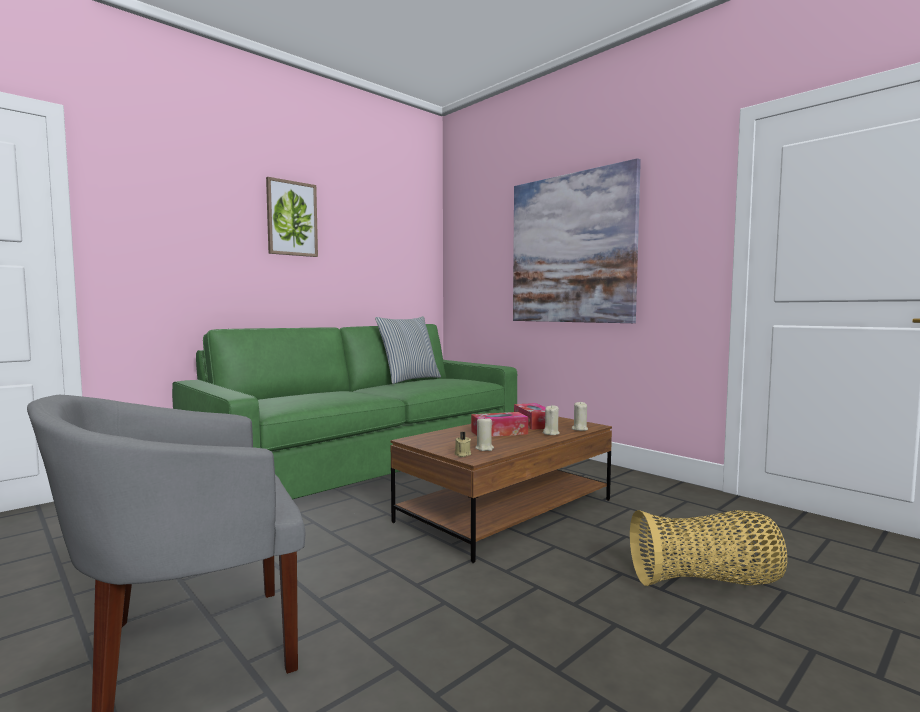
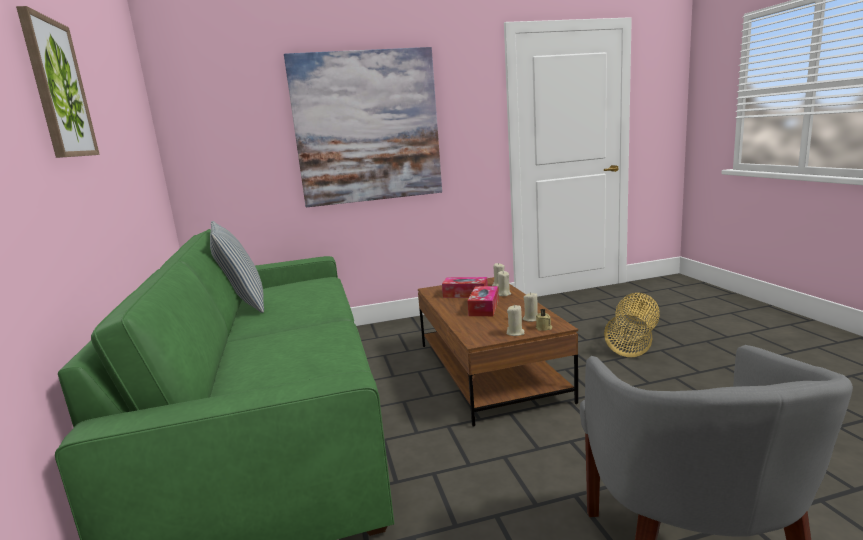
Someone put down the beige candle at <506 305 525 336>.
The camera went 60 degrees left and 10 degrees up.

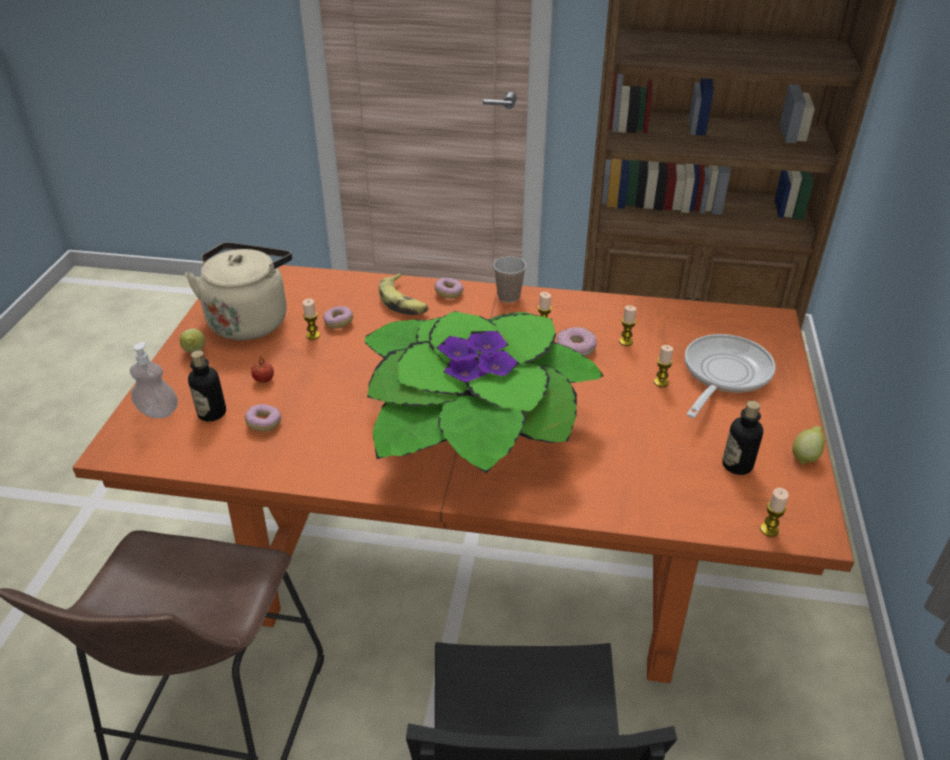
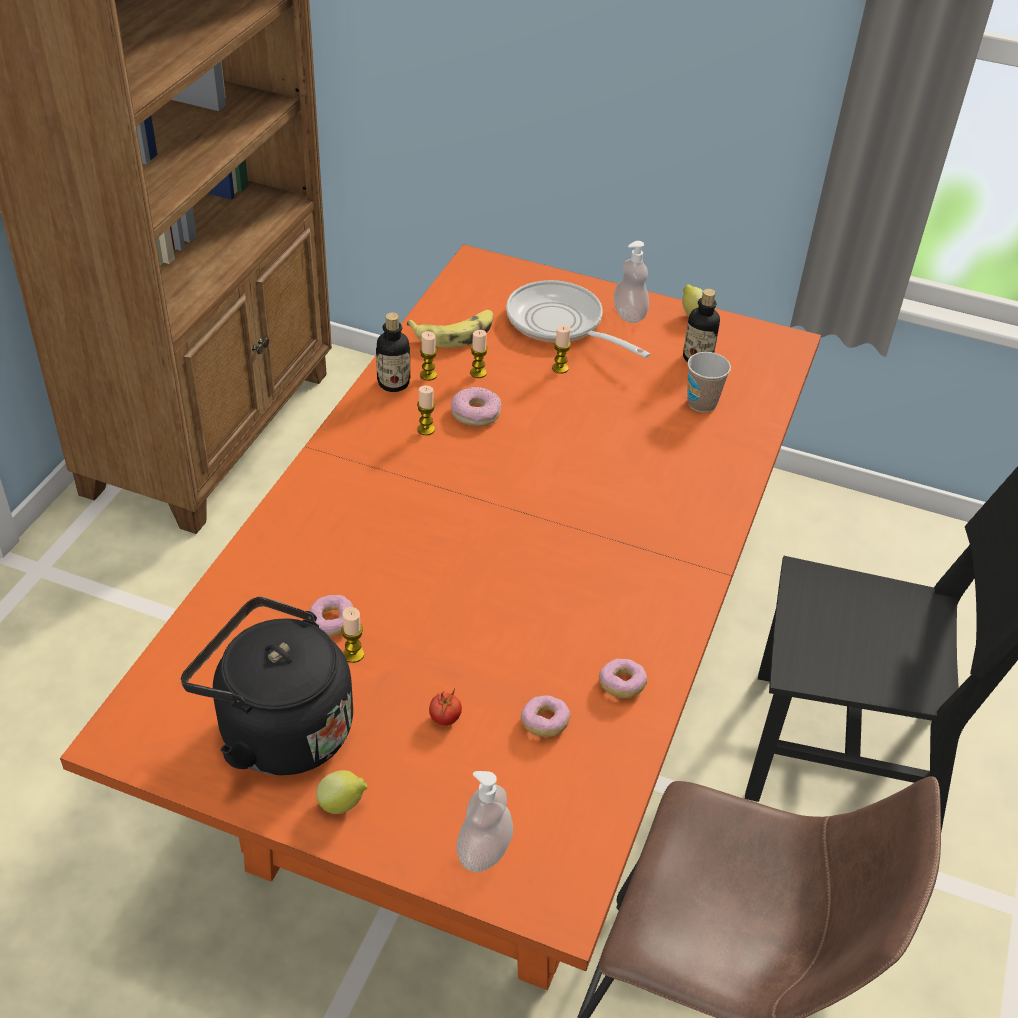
Someone took away the potted plant at <365 311 604 473>.
Someone put down the soap dispenser at <614 241 649 323>.
Someone carried the bottle from <188 350 226 421> to <376 313 410 392>.
Someone carried the banana from <379 273 429 315> to <407 310 494 348>.
Someone carried the donut from <434 278 463 299> to <599 659 647 698>.
Someone carried the cup from <493 256 526 303> to <687 352 731 413>.
Someone carried the candle from <760 488 789 537> to <420 331 437 381>.
Someone repainted the beige kettle at <185 242 292 340>, which became the black kettle at <181 597 353 775>.
The camera went 80 degrees left and 5 degrees up.

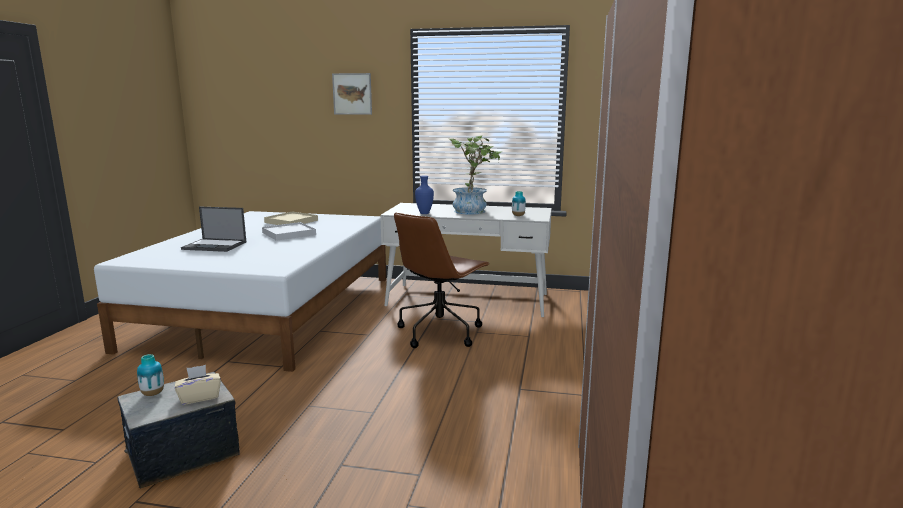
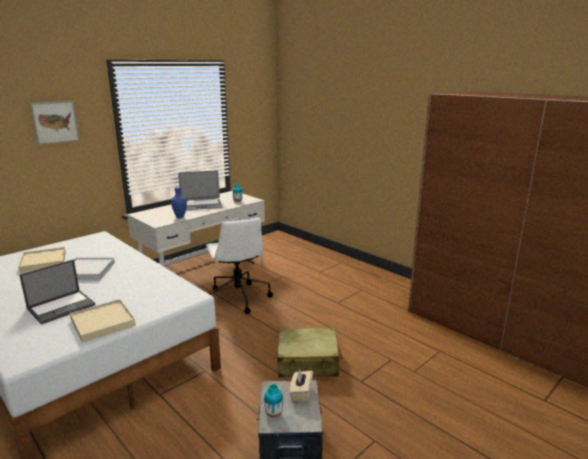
Someone put down the beige tray at <70 299 136 343>.
Someone put down the beige suitcase at <277 327 343 378>.
Someone swapped the potted plant at <449 135 503 215> for the laptop at <178 170 222 210>.
Someone repainted the brown office chair at <394 213 490 348>, which became the white office chair at <206 217 273 314>.
The camera went 55 degrees left and 5 degrees up.

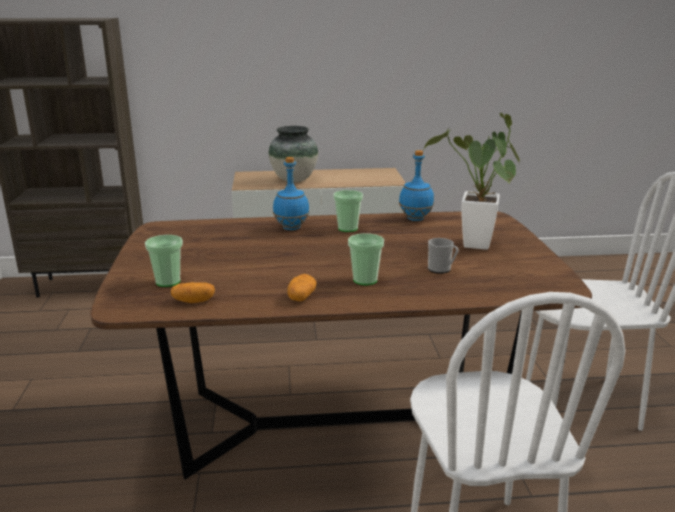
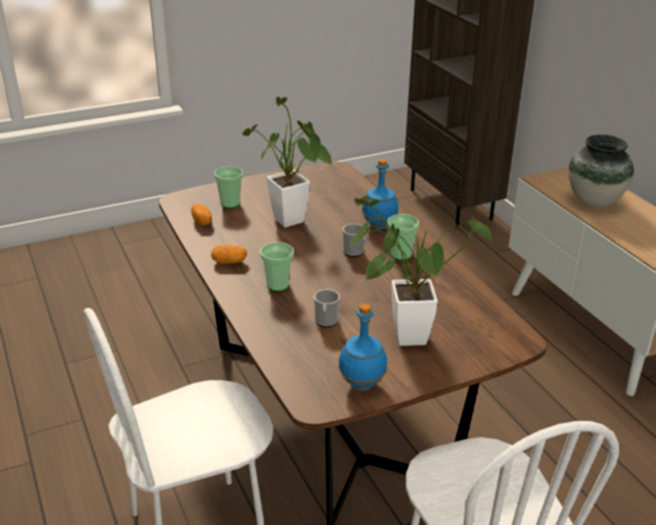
Someone put down the potted plant at <242 97 332 227>.
Someone put down the mug at <342 224 366 257>.
Someone carried the blue bottle from <399 150 434 221> to <338 304 387 391>.
The camera went 70 degrees right and 10 degrees up.

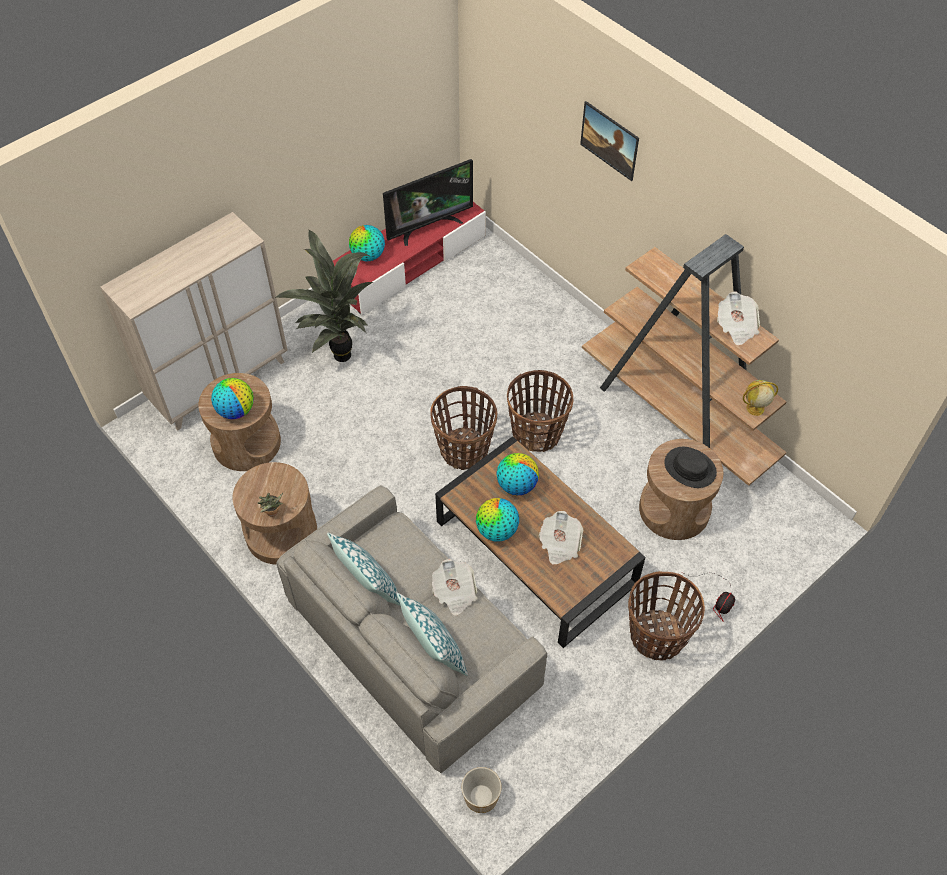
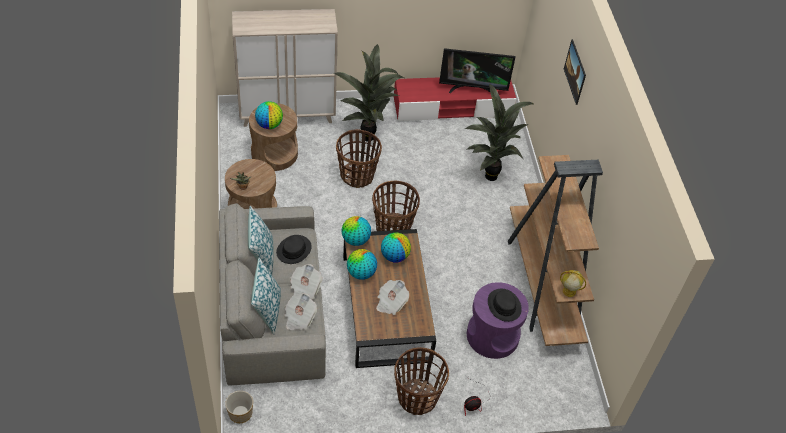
Someone put down the black hat at <276 235 312 264>.
Someone put down the potted plant at <465 84 535 181>.
Someone carried the globe from <349 225 385 261> to <342 216 371 246>.
Someone carried the basket from <507 370 574 452> to <336 129 382 188>.
Someone carried the newspaper from <717 291 760 345> to <284 293 317 330>.
Someone repainted the brown side table at <639 439 723 540>, which became the purple side table at <467 282 529 359>.
The camera went 30 degrees right and 5 degrees down.

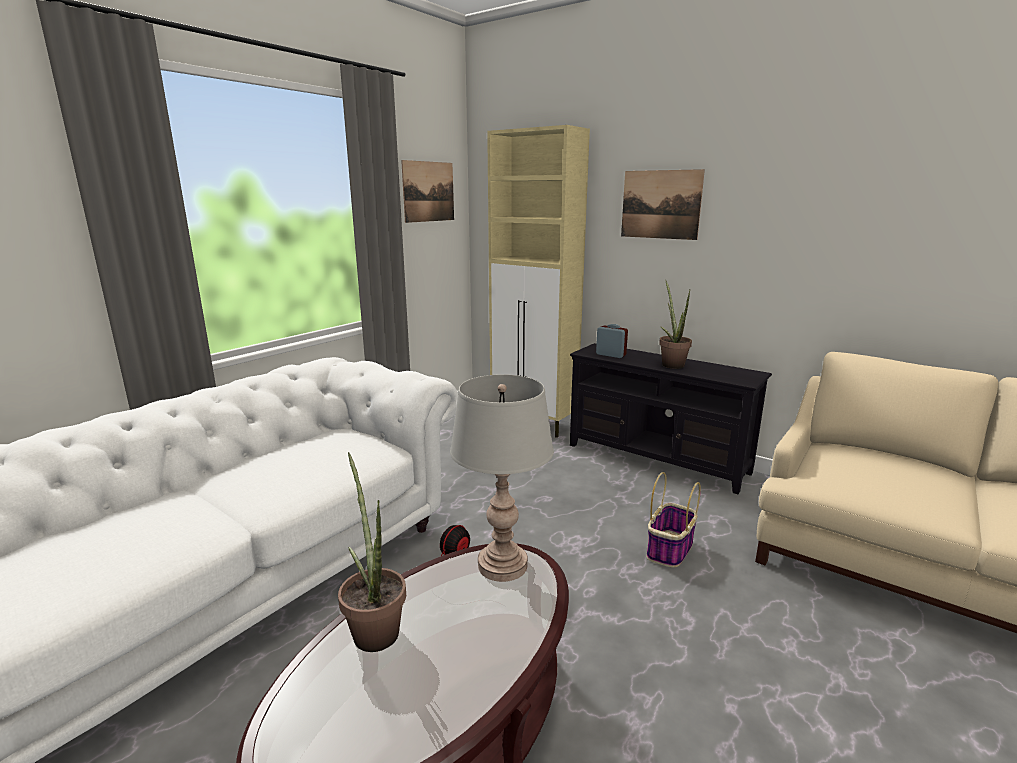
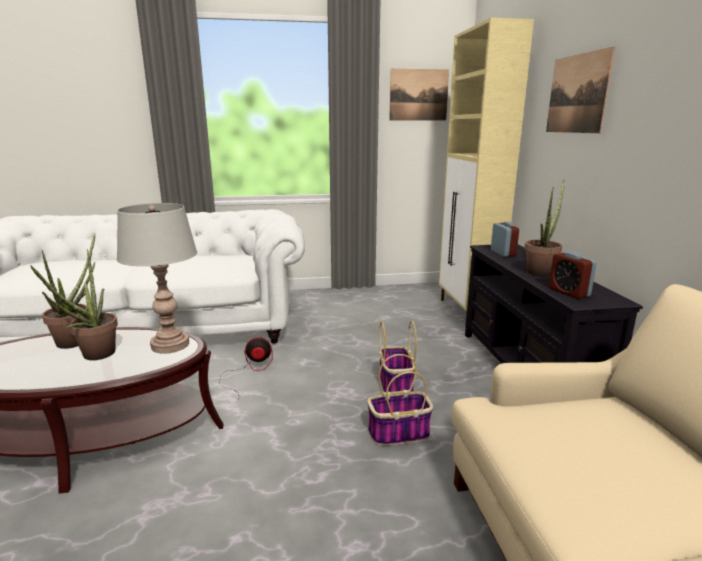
Someone put down the potted plant at <30 249 118 360>.
Someone put down the basket at <379 321 417 393>.
Someone put down the alarm clock at <549 252 597 299>.
The camera went 45 degrees right and 0 degrees up.

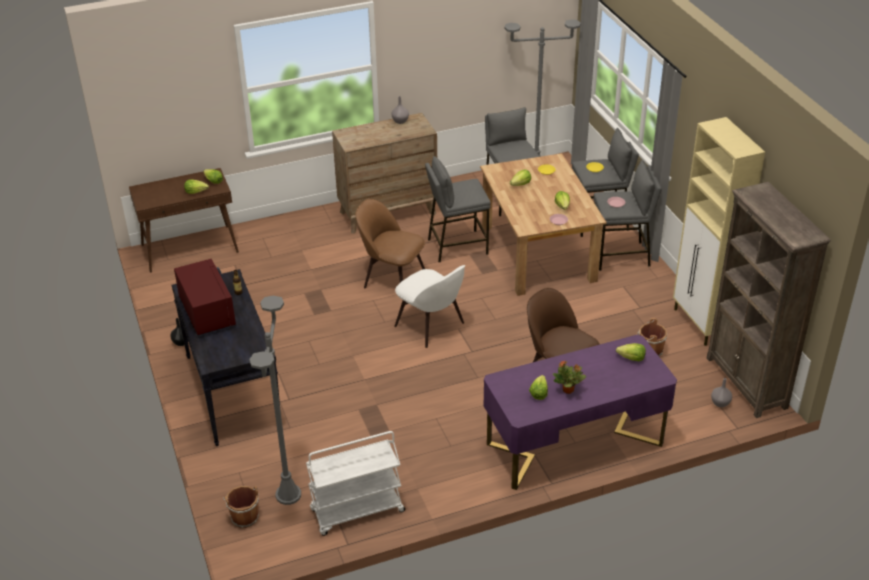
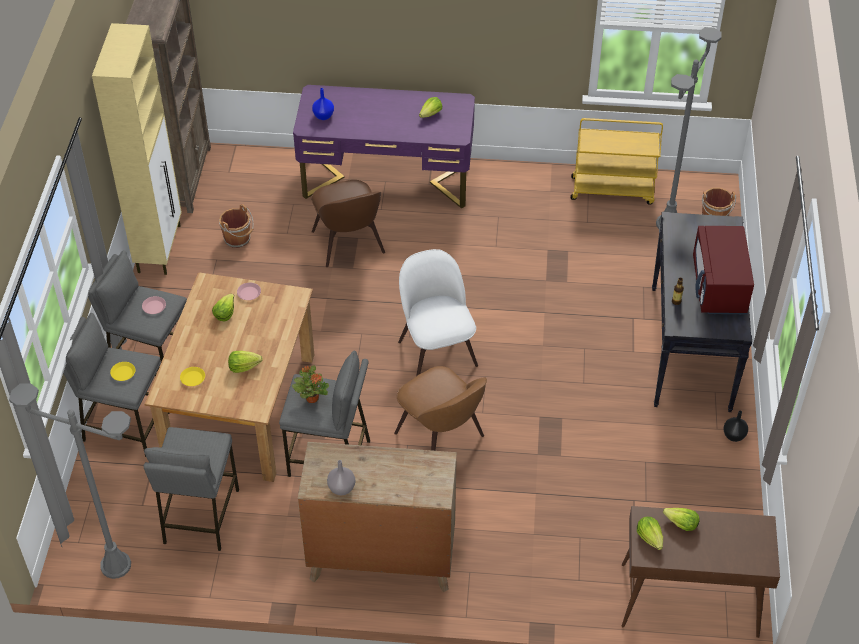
Someone took away the grey vase at <711 378 732 407>.
Someone carried the potted plant from <553 360 586 394> to <292 366 329 403>.
Someone swapped the lettuce at <616 343 646 361> for the blue vase at <312 88 334 120>.
Someone repainted the white cart at <306 431 405 536>, which became the yellow cart at <571 118 663 205>.
The camera went 155 degrees left and 10 degrees up.

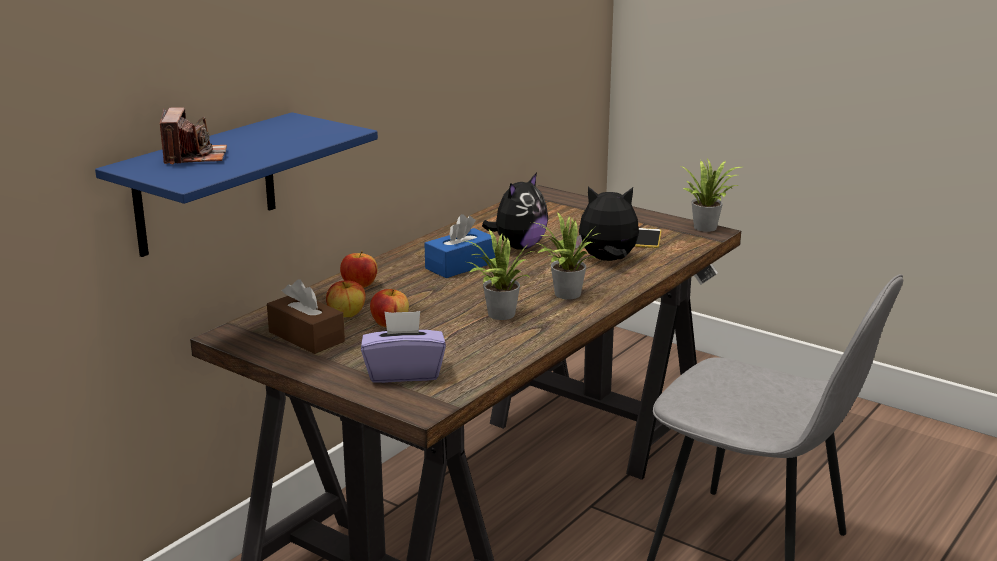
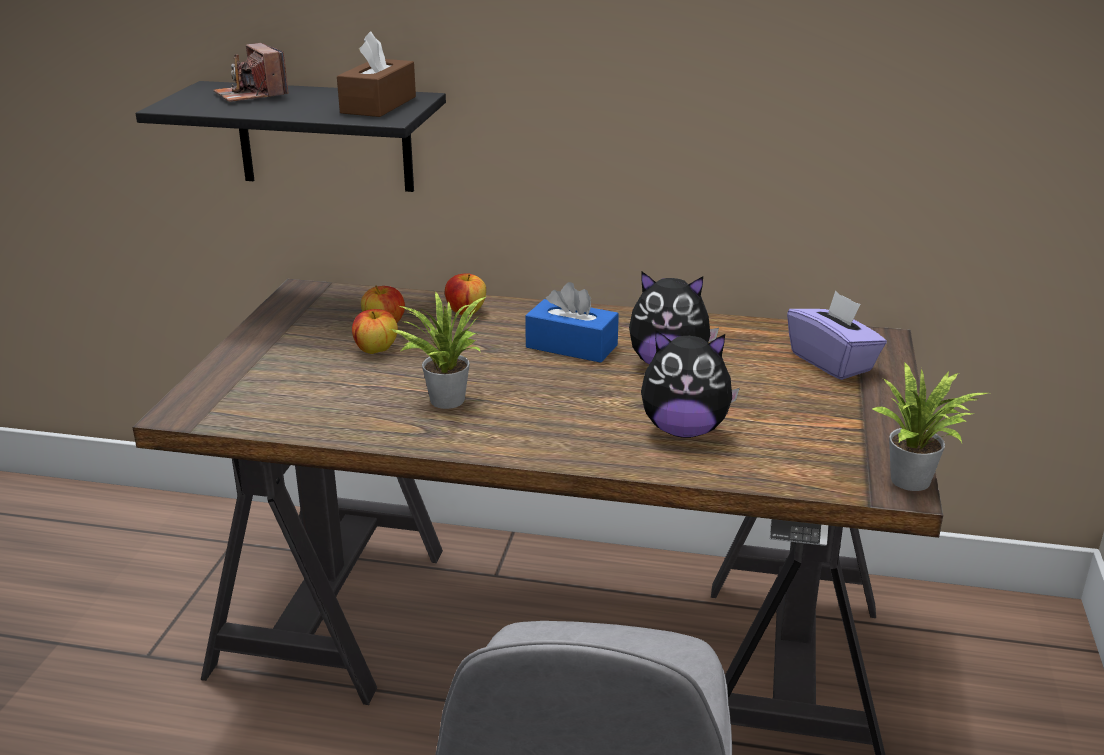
Someone took away the potted plant at <532 212 600 299>.
Someone took away the phone at <635 228 661 248>.
Someone carried the brown tissue box from <267 279 345 354> to <337 31 416 117>.
Someone carried the purple tissue box from <361 311 446 383> to <787 291 887 380>.
Someone repainted the blue shelf at <95 112 378 257>, which became the black shelf at <136 81 446 192>.
Someone rotated the photo camera at <160 108 227 164> by 90 degrees clockwise.
Someone rotated the plush toy at <575 186 639 261> by 120 degrees clockwise.
The camera went 65 degrees right and 5 degrees up.

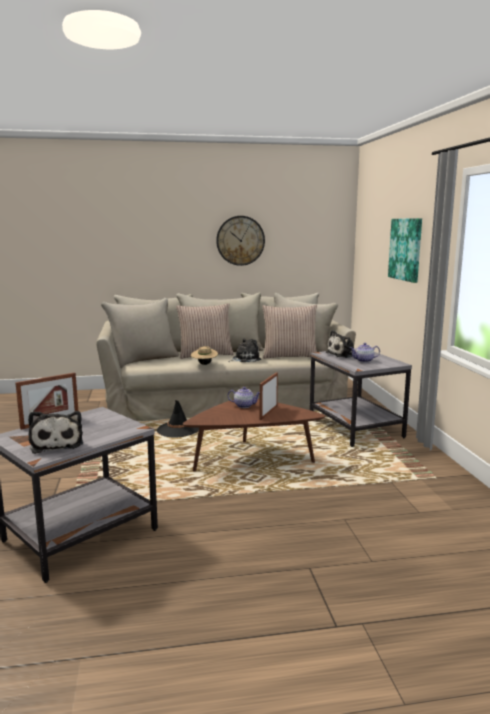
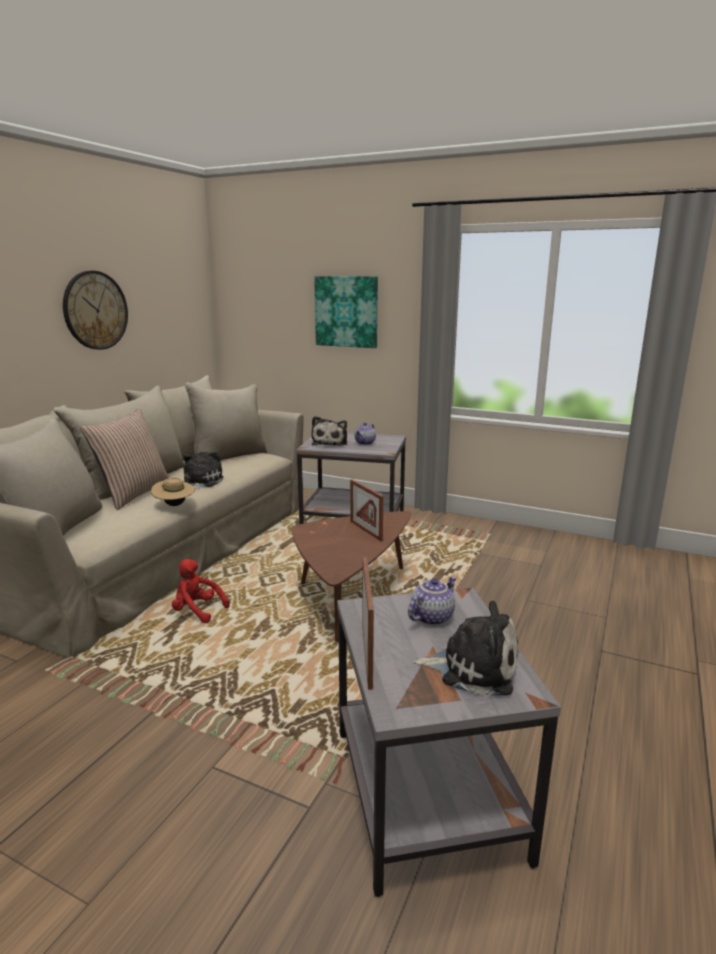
Someone took away the pillow at <262 305 317 359>.
Someone carried the teapot from <228 387 260 408> to <408 576 457 625>.
Someone swapped the black hat at <157 400 199 437> for the red plush toy at <172 559 230 623>.
The camera went 55 degrees left and 5 degrees up.

